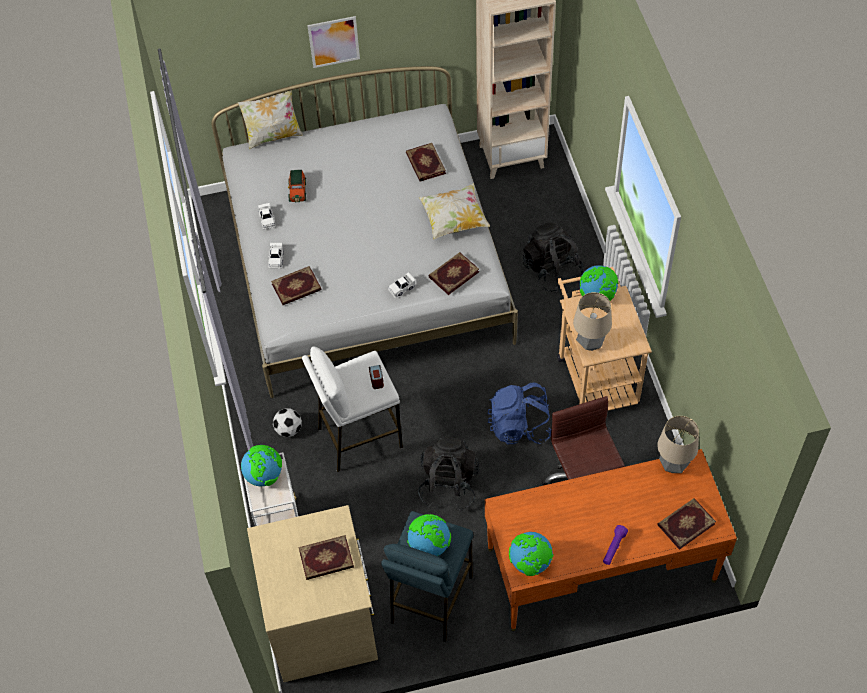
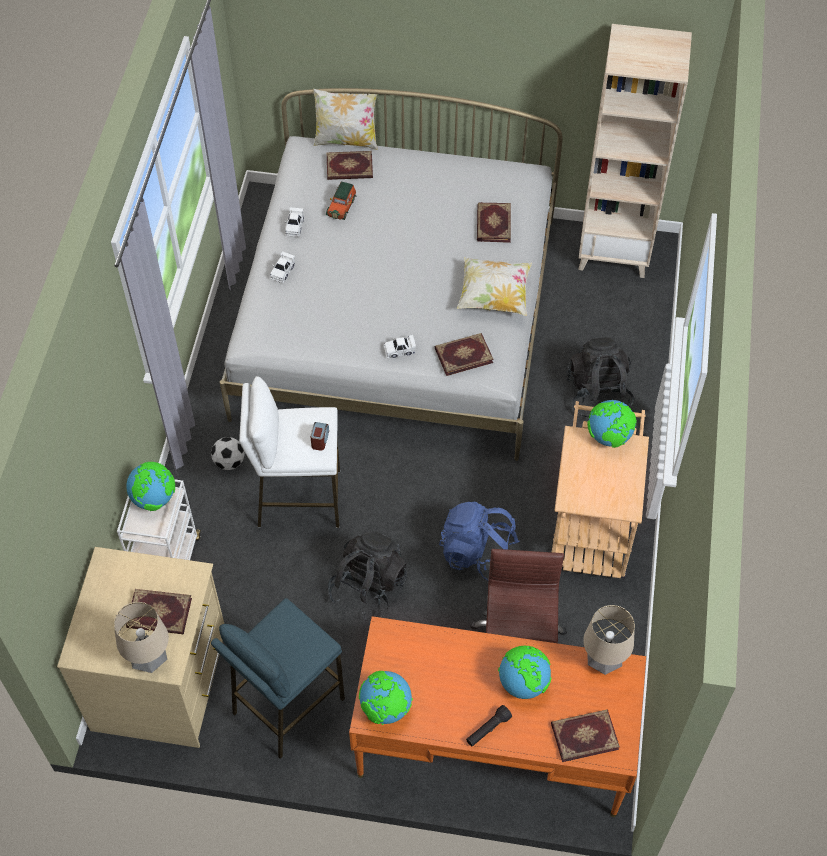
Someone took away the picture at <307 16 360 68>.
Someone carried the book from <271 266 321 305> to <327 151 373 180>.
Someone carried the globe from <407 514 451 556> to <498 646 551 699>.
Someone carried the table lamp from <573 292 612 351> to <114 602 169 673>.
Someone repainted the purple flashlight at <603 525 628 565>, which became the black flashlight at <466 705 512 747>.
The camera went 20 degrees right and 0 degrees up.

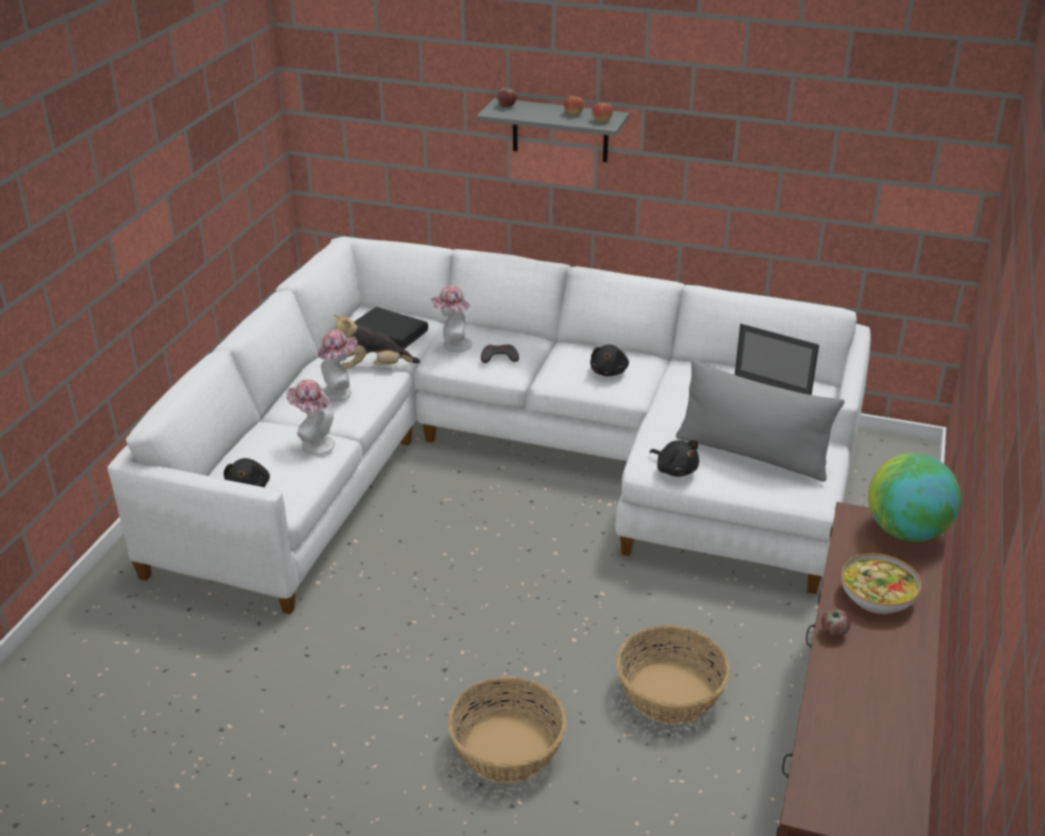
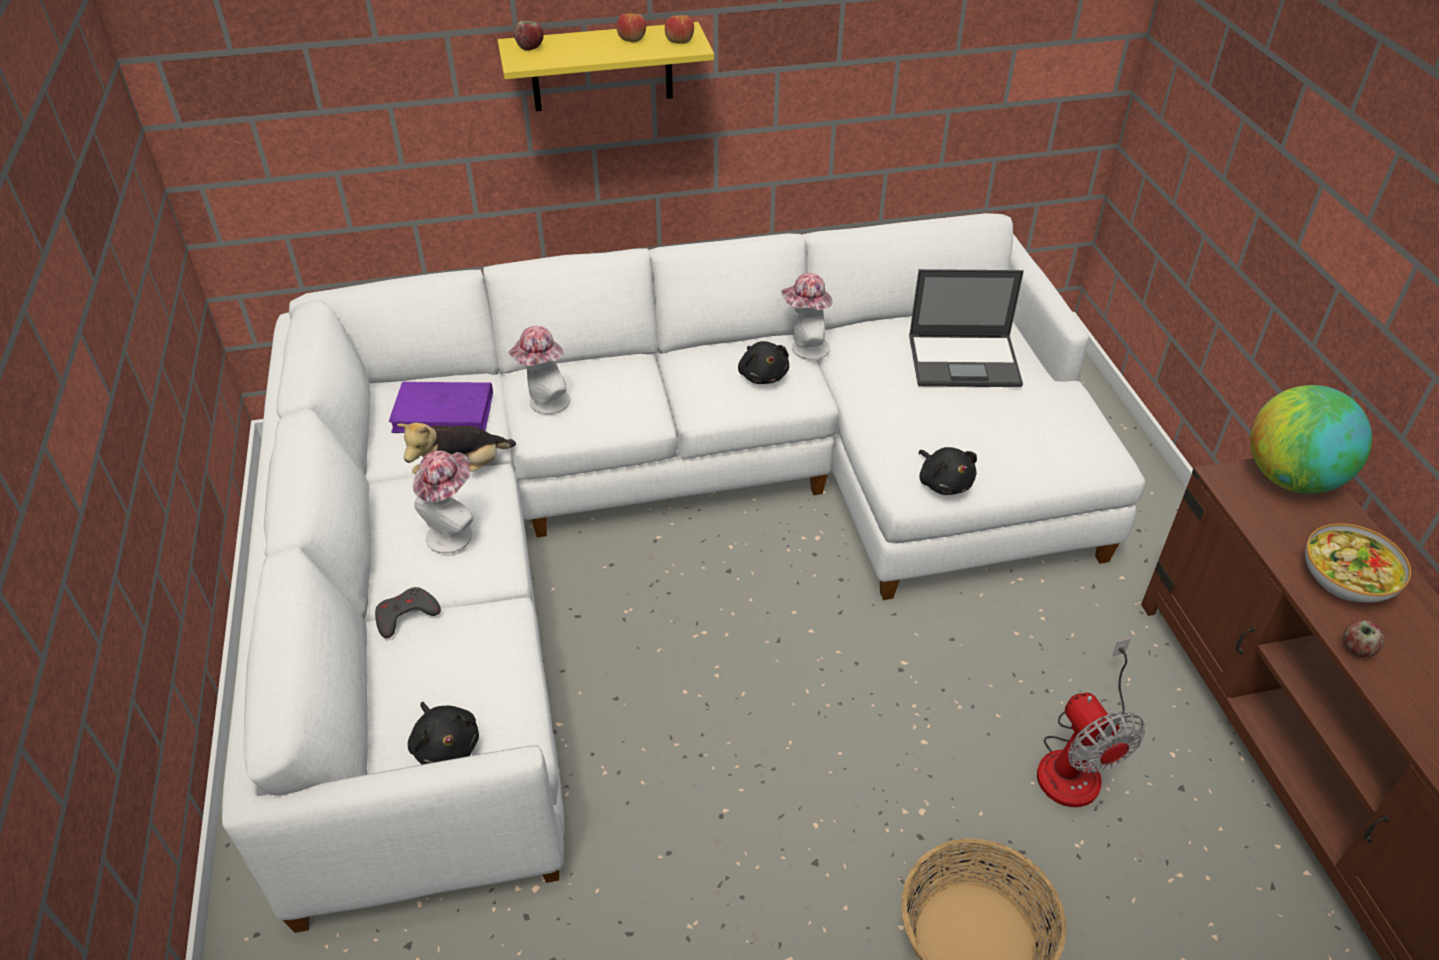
Someone took away the grey pillow at <676 360 844 482>.
Someone carried the hat from <287 379 335 455> to <781 273 832 360>.
Someone carried the grey game controller from <481 344 519 363> to <375 587 441 638>.
Someone swapped the basket at <617 625 730 724> for the fan at <1037 638 1145 807>.
Someone repainted the black book at <354 307 428 349>, which became the purple book at <389 382 493 433>.
Someone repainted the grey shelf at <477 98 629 162>, which became the yellow shelf at <498 22 714 111>.
Someone rotated the black plush toy at <650 440 699 477> by 45 degrees clockwise.
The camera went 30 degrees left and 10 degrees up.

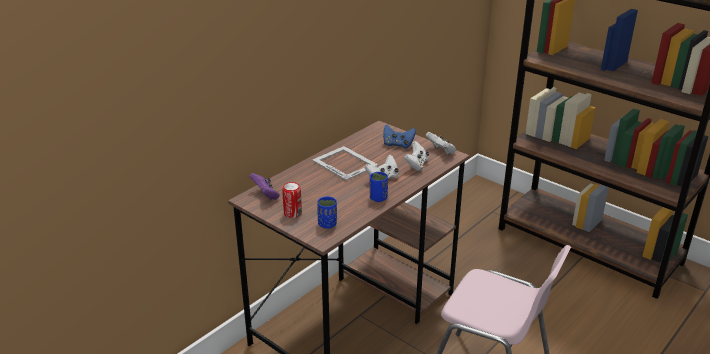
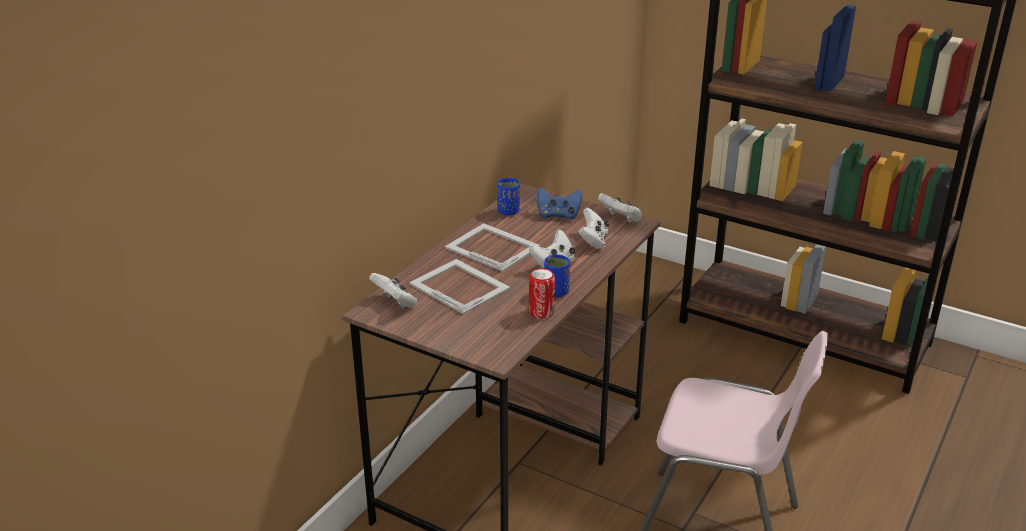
Someone put down the picture frame at <409 259 510 315>.
Someone carried the can from <282 182 302 218> to <529 268 555 319>.
Someone carried the blue cup from <317 196 337 229> to <497 178 520 216>.
Someone repainted the purple game controller at <249 173 280 200>, which became the white game controller at <369 273 417 309>.
The camera went 10 degrees left and 0 degrees up.

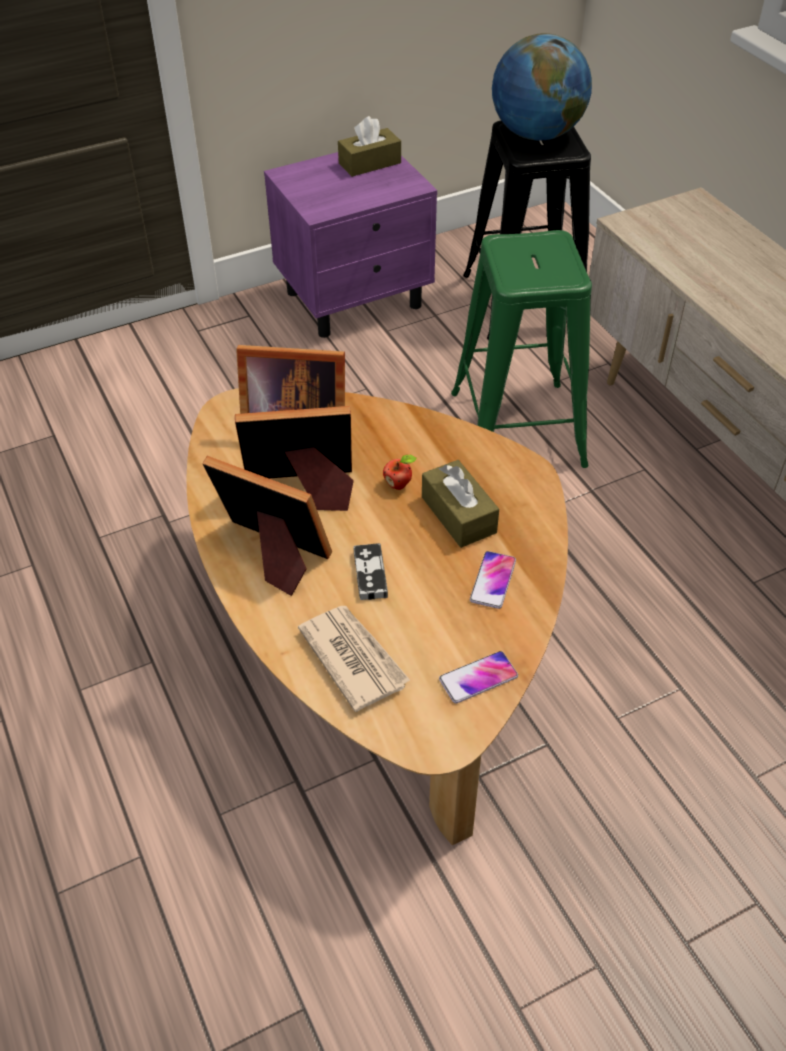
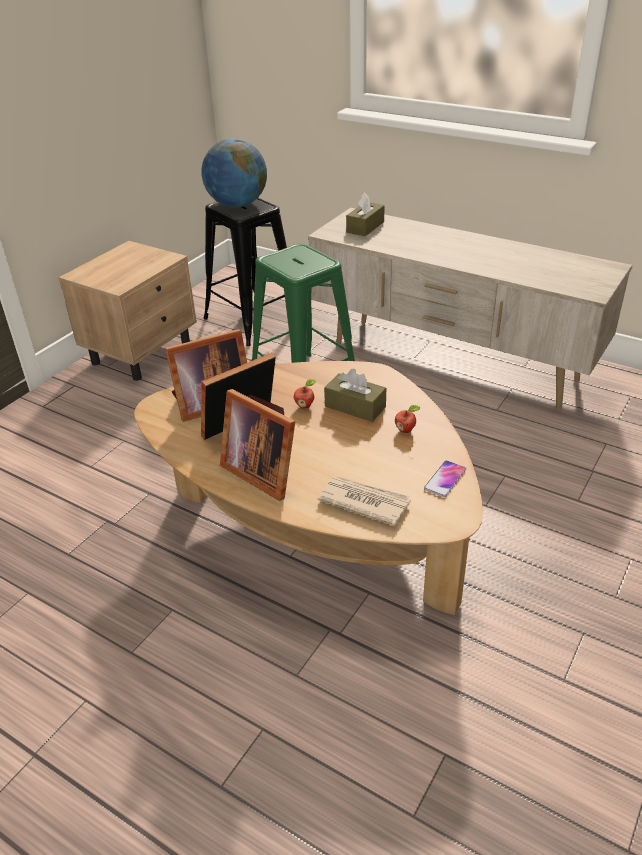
Someone took away the game controller at <353 543 388 600>.
Someone carried the brown tissue box from <338 116 401 177> to <346 192 385 236>.
Someone swapped the phone at <470 551 516 609> for the apple at <395 405 421 433>.
Someone repainted the purple nightstand at <264 152 437 338>, which became the beige nightstand at <59 241 197 381>.
Someone rotated the picture frame at <202 456 332 596> by 135 degrees counterclockwise.
The camera went 30 degrees left and 10 degrees down.

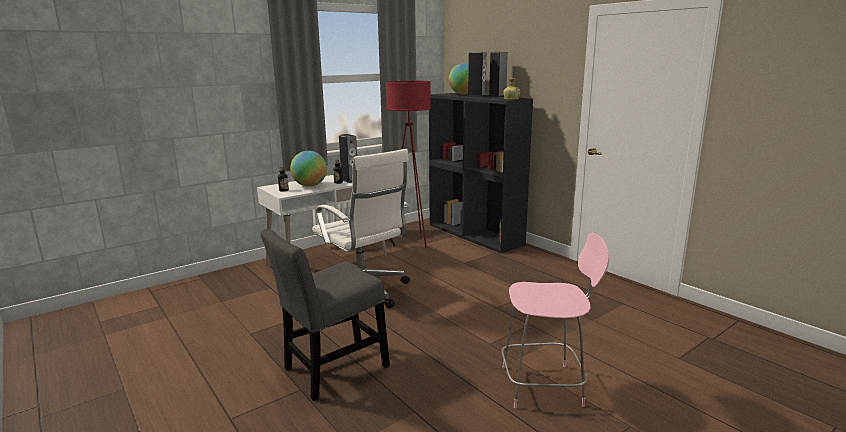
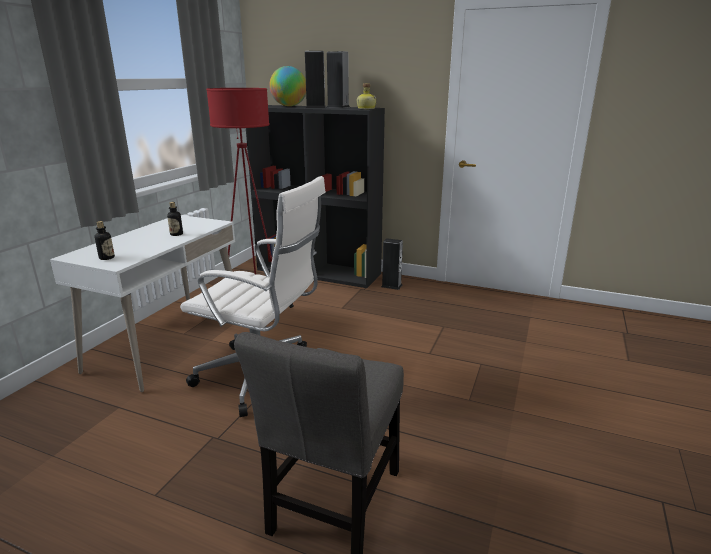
Someone took away the globe at <290 151 327 187>.
Someone took away the pink chair at <501 233 609 408>.
Someone carried the speaker from <339 134 357 183> to <381 238 403 290>.
The camera went 30 degrees left and 5 degrees up.

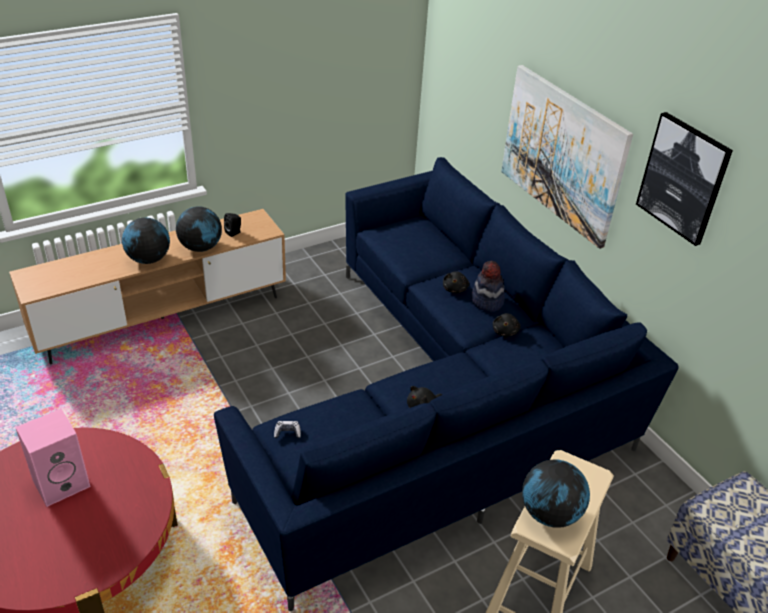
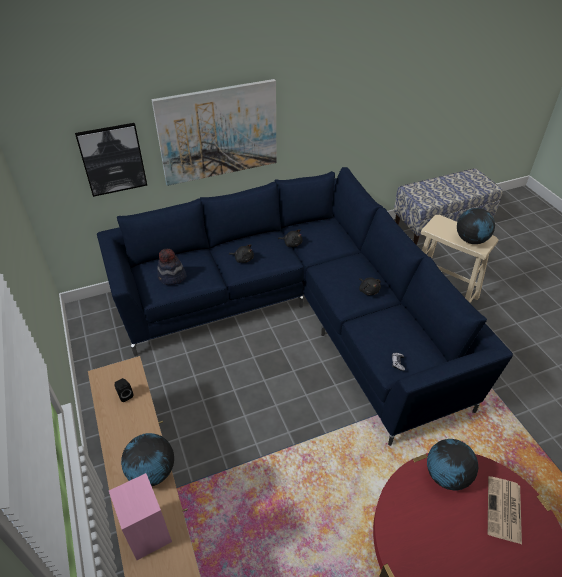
Someone put down the newspaper at <488 476 522 544>.
Someone carried the pink speaker from <15 409 91 507> to <109 473 172 560>.
Someone carried the globe from <176 206 222 252> to <427 439 478 490>.
Someone carried the hat from <471 261 505 312> to <157 249 187 285>.
Someone carried the picture from <636 112 733 246> to <75 123 147 197>.
The camera went 80 degrees left and 5 degrees up.

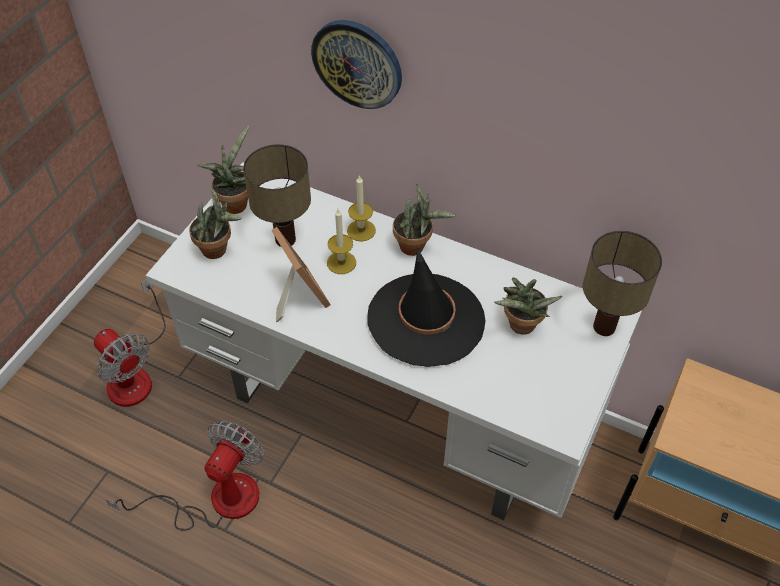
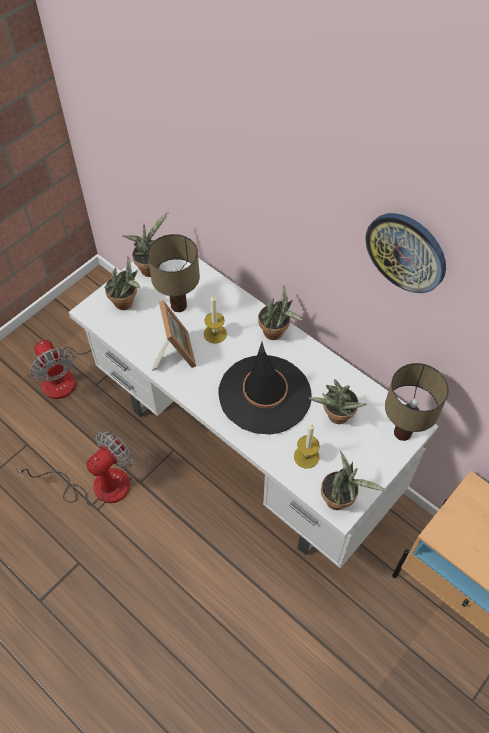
Someone put down the potted plant at <321 451 386 510>.
Someone carried the wall clock from <311 20 402 109> to <365 213 446 293>.
Someone carried the candle from <347 175 376 241> to <294 424 320 468>.
The camera went 15 degrees right and 5 degrees up.

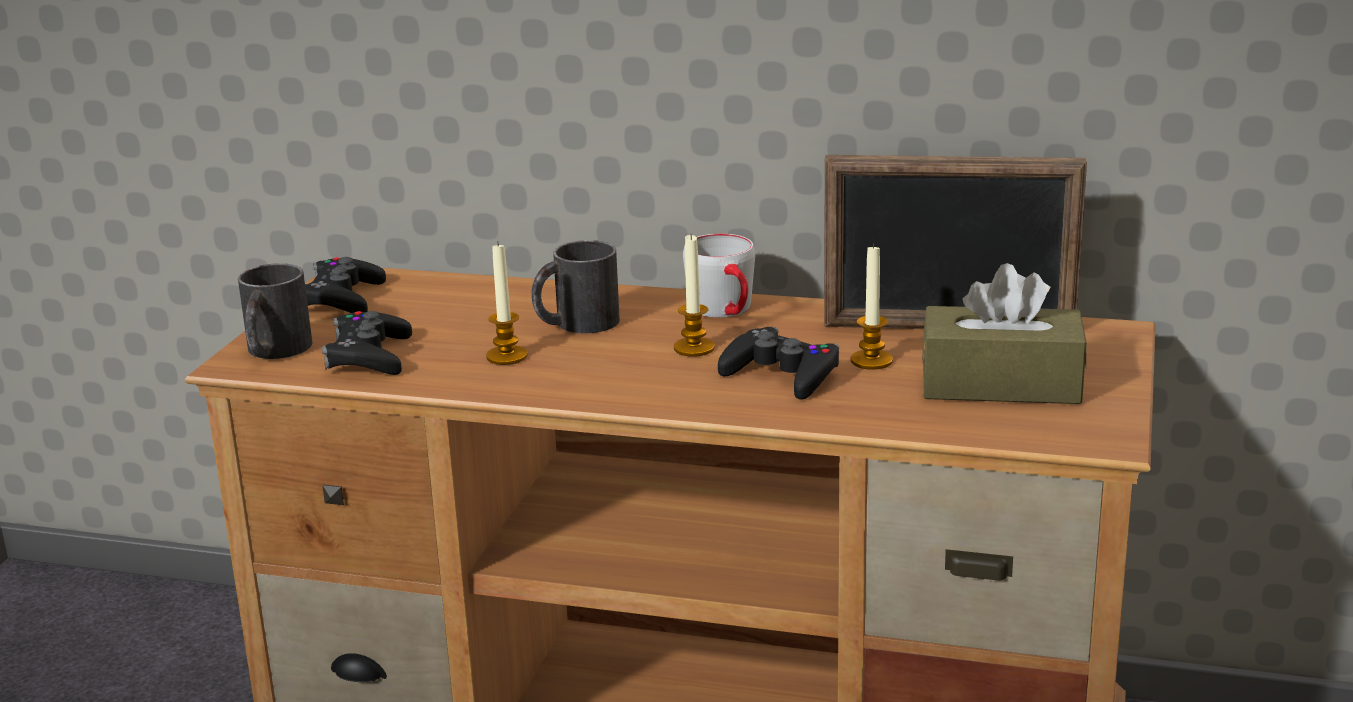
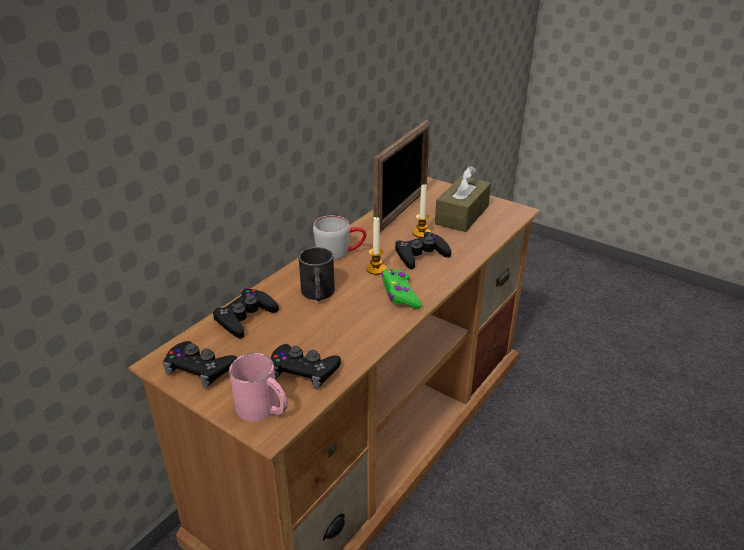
Someone took away the candle at <486 243 527 365>.
Someone put down the black game controller at <212 288 279 339>.
Someone put down the green game controller at <382 269 422 309>.
Someone repainted the black mug at <238 263 312 359>, which became the pink mug at <229 353 287 422>.
The camera went 70 degrees left and 10 degrees up.

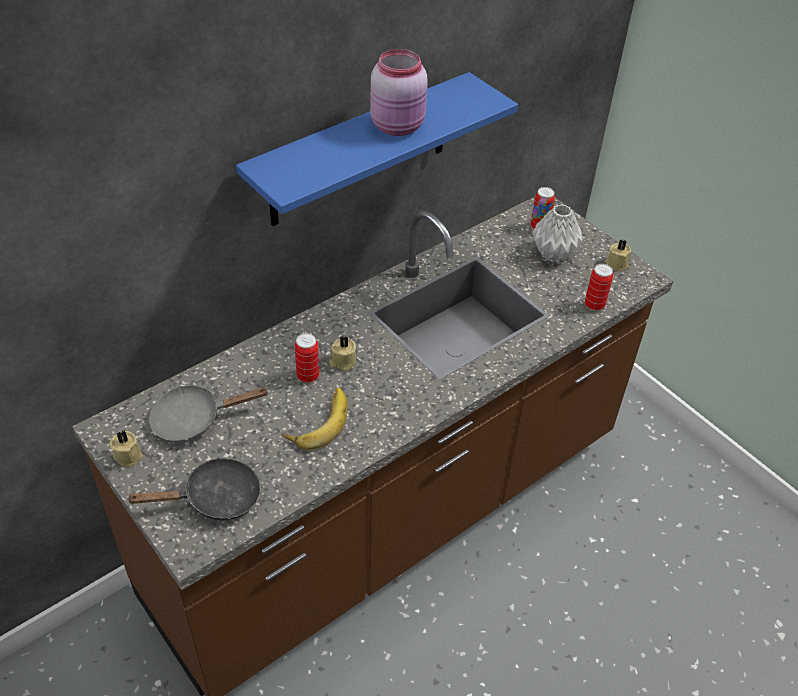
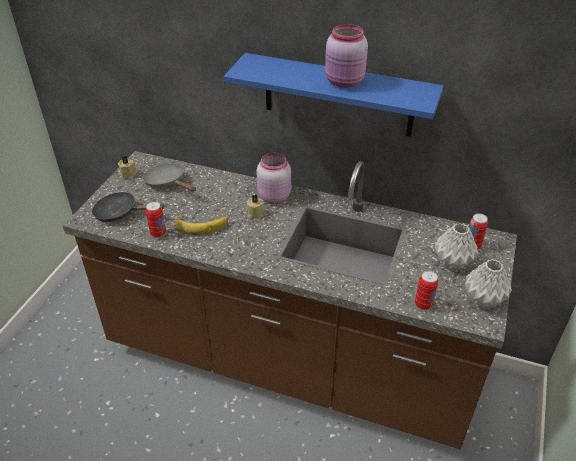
Someone put down the pink jar at <256 153 291 204>.
Someone carried the can from <295 333 319 383> to <146 201 166 238>.
Someone swapped the beige candle at <605 239 631 272> for the grey vase at <465 259 512 309>.
Someone rotated the black frying pan at <126 457 261 520> by 150 degrees clockwise.
The camera went 60 degrees right and 5 degrees down.

